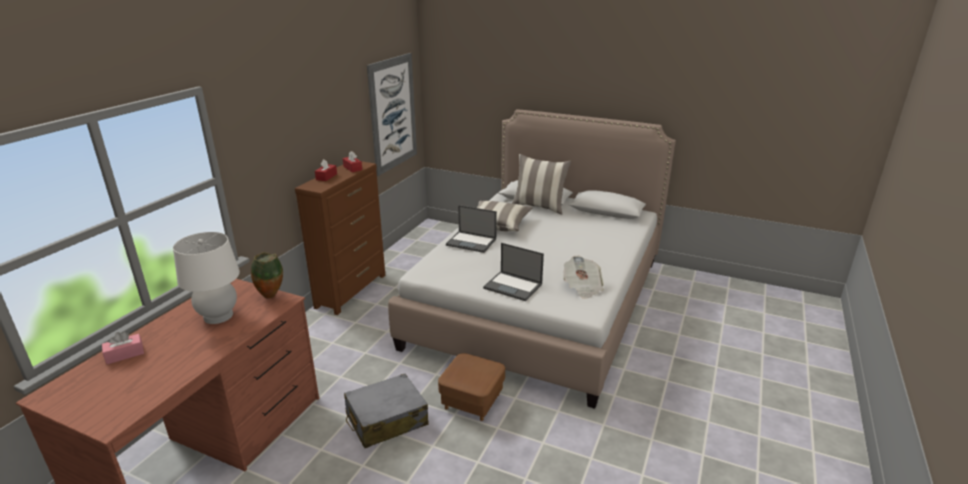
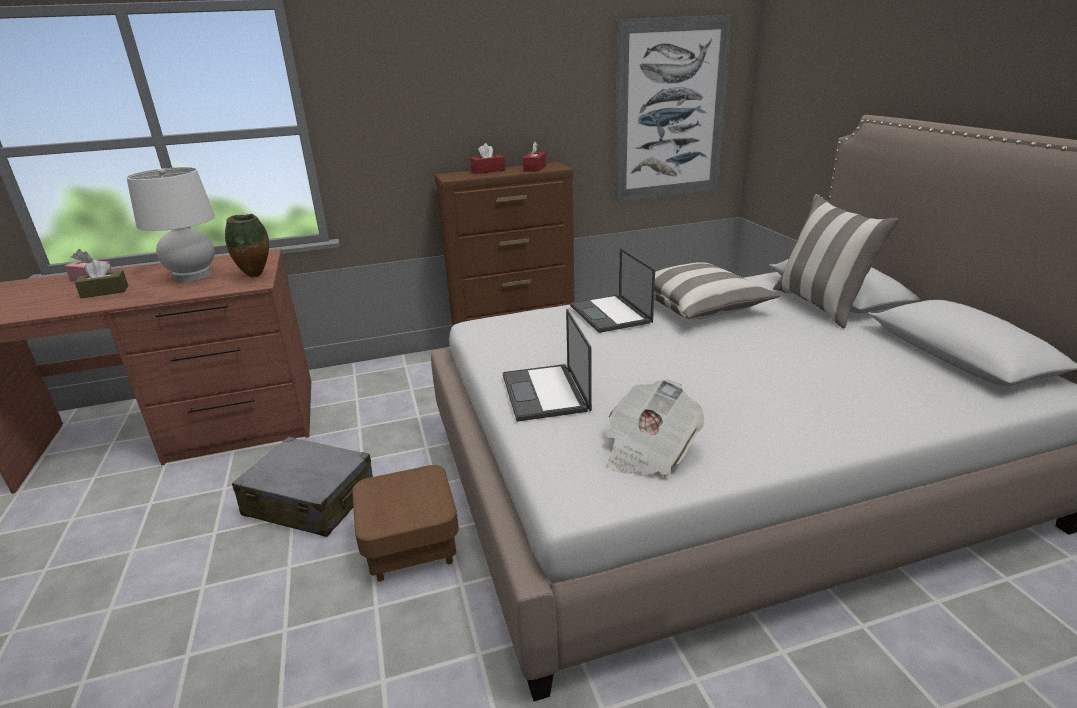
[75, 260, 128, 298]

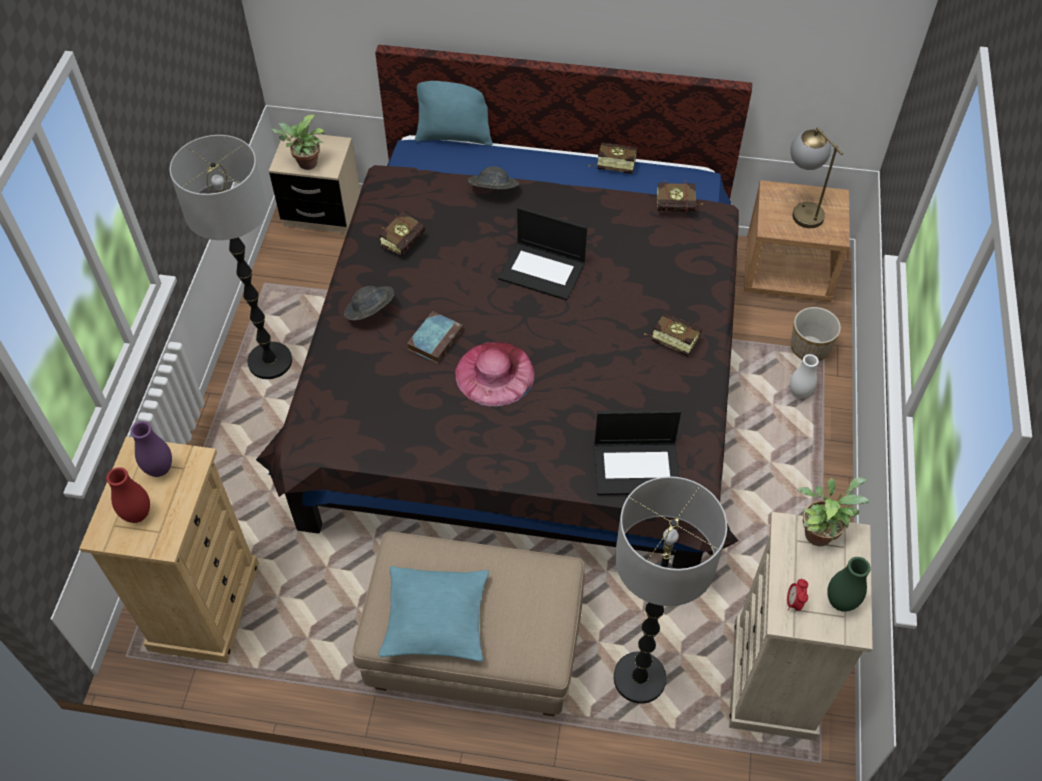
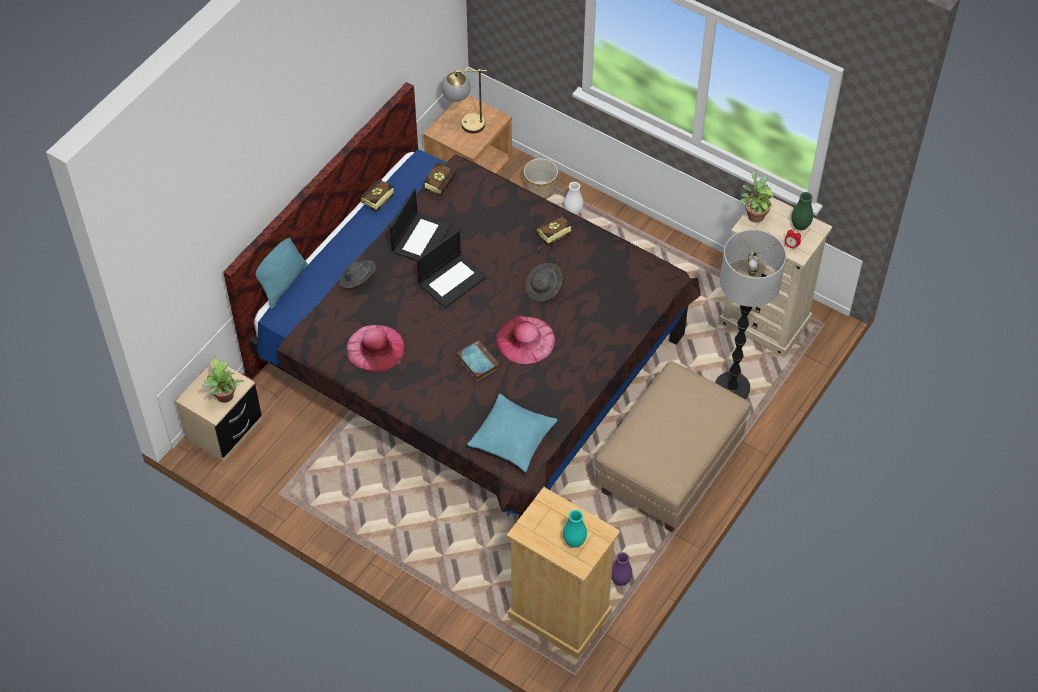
[563, 510, 587, 548]
[611, 552, 632, 586]
[170, 135, 292, 379] (first image)
[526, 263, 563, 302]
[467, 394, 558, 472]
[346, 325, 405, 373]
[390, 189, 451, 261]

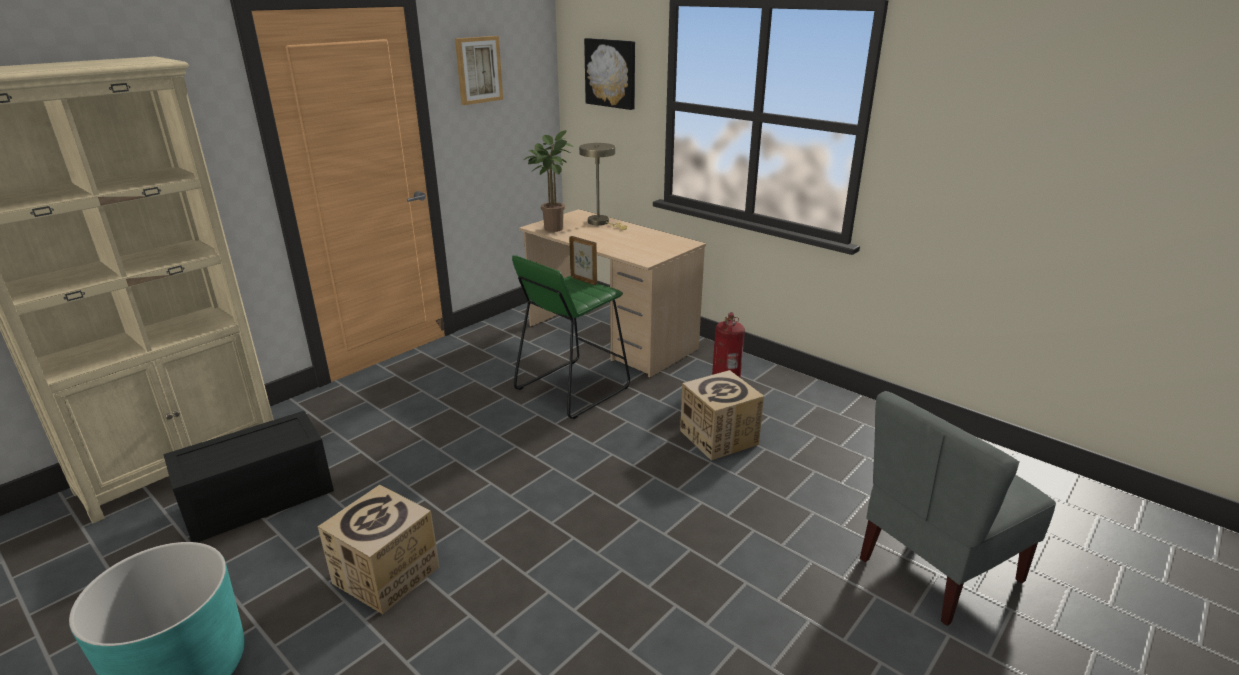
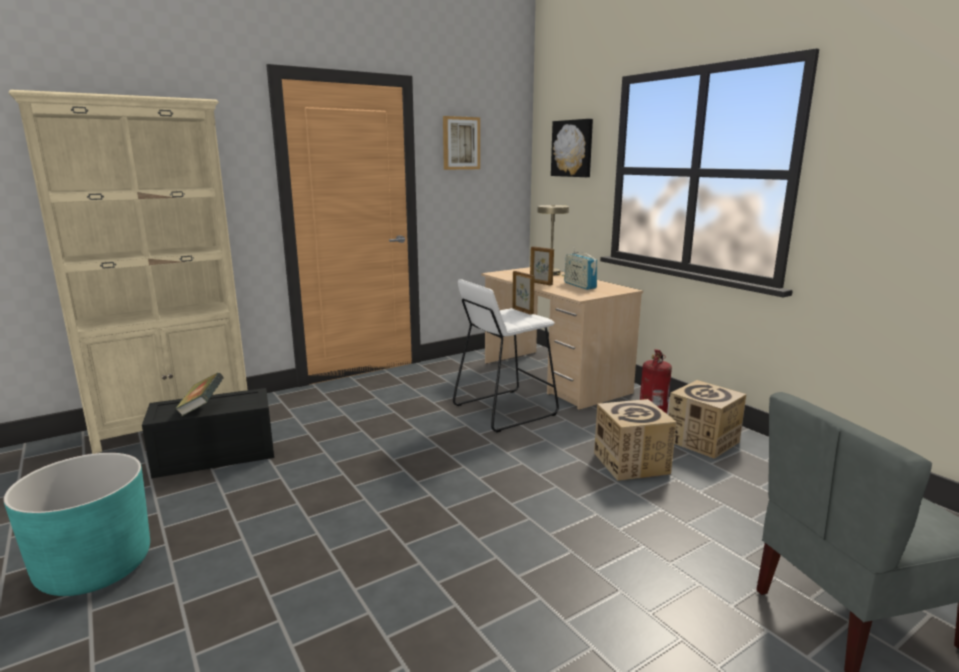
[668, 380, 747, 459]
[453, 279, 559, 433]
[524, 130, 573, 232] (first image)
[174, 373, 224, 416]
[530, 246, 554, 286]
[564, 248, 597, 290]

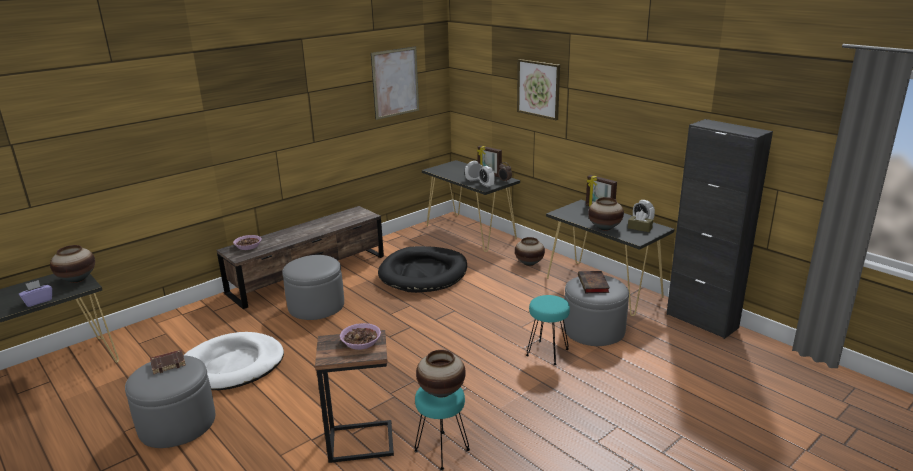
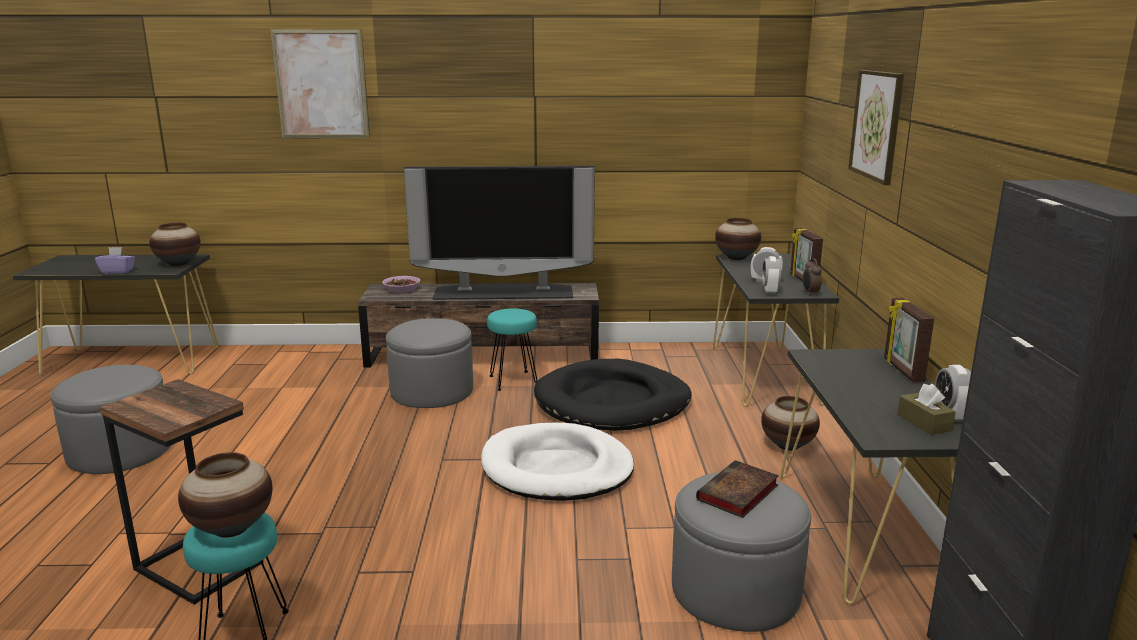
[150, 350, 186, 374] (first image)
[481, 422, 634, 501]
[340, 323, 381, 350] (first image)
[270, 29, 370, 138]
[487, 308, 538, 391]
[715, 218, 761, 260]
[404, 166, 595, 300]

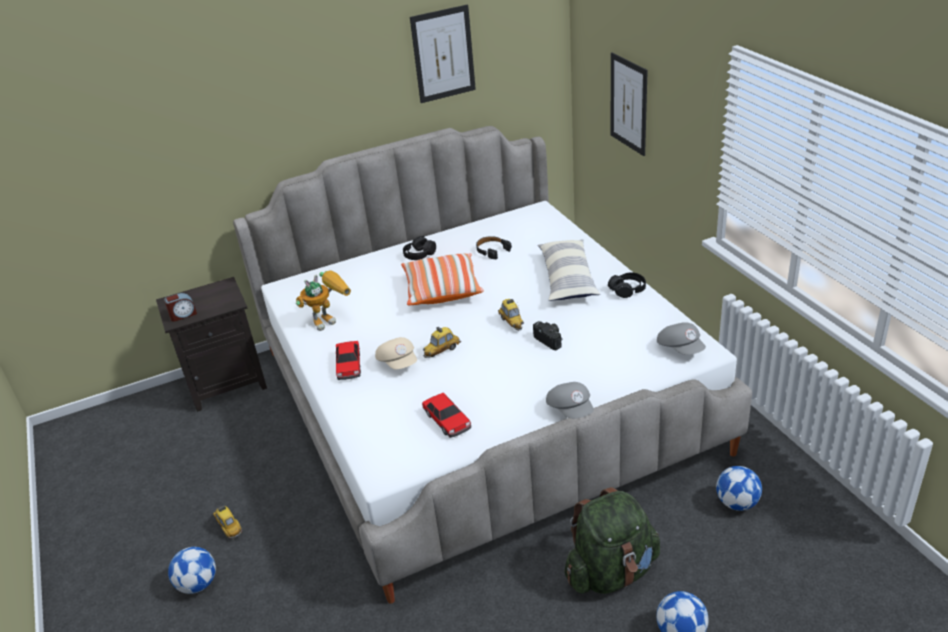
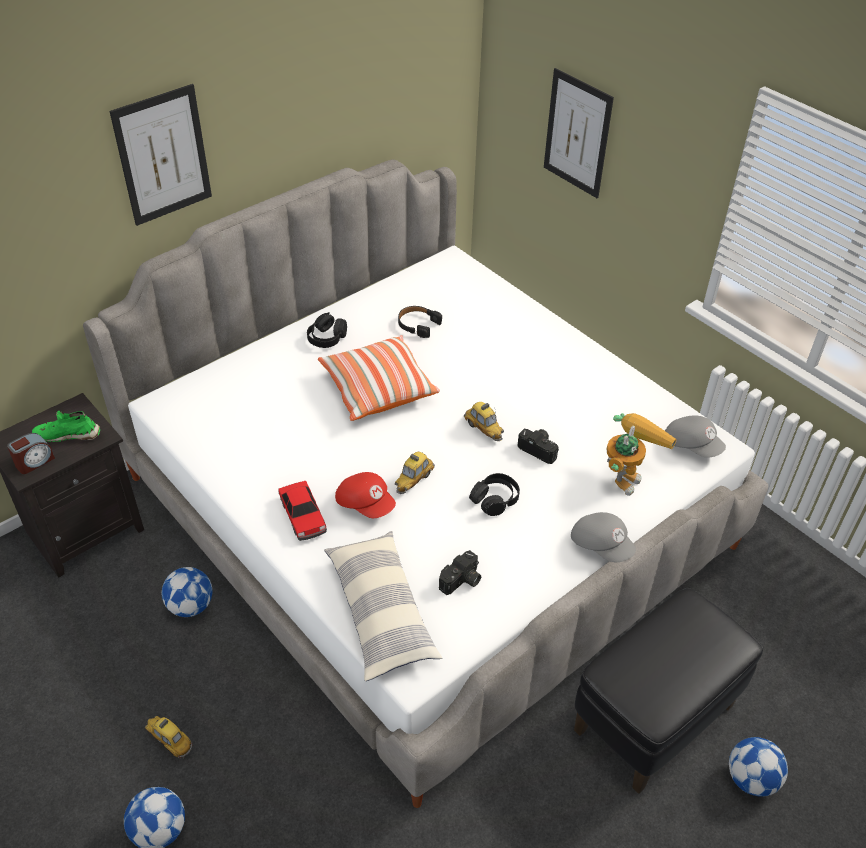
[607, 413, 677, 496]
[335, 472, 396, 518]
[110, 84, 212, 226]
[439, 550, 481, 595]
[324, 531, 443, 681]
[574, 588, 763, 794]
[469, 473, 520, 516]
[162, 567, 213, 617]
[32, 411, 100, 442]

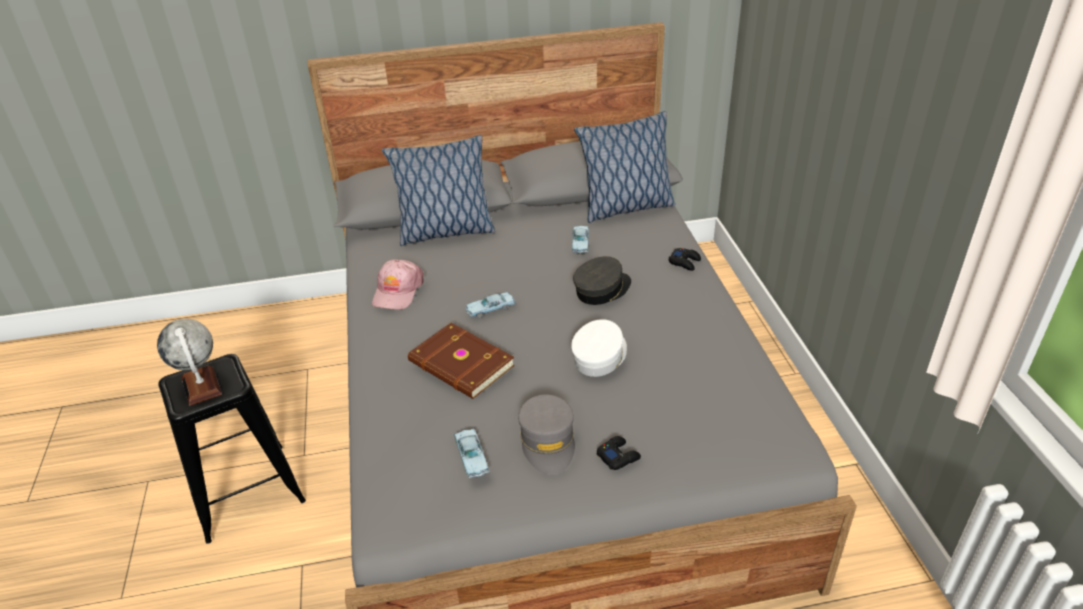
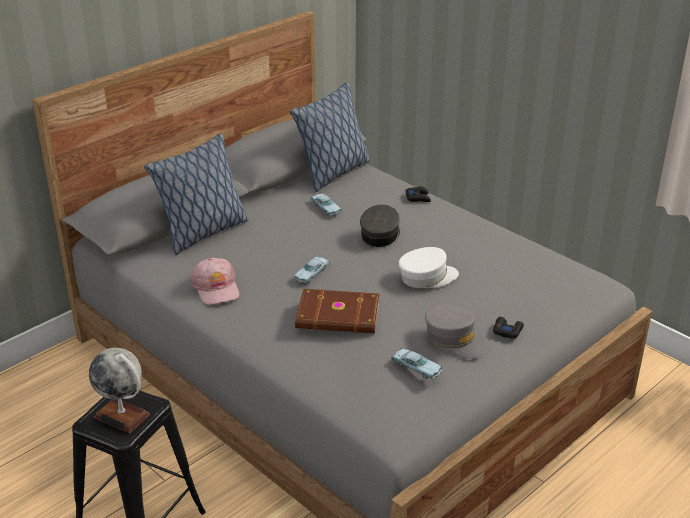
[399, 247, 459, 288]

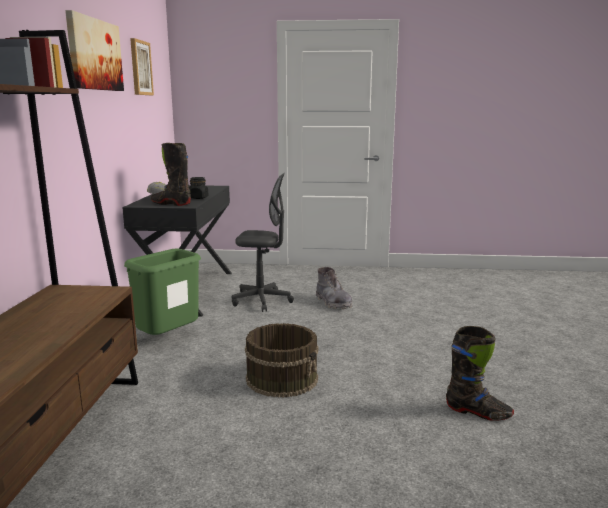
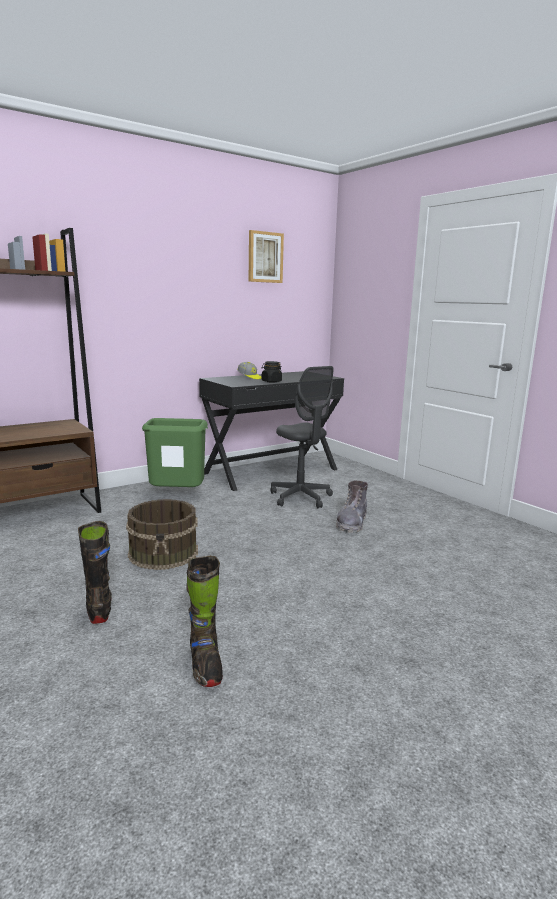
[65, 10, 124, 91] (first image)
[78, 521, 112, 624]

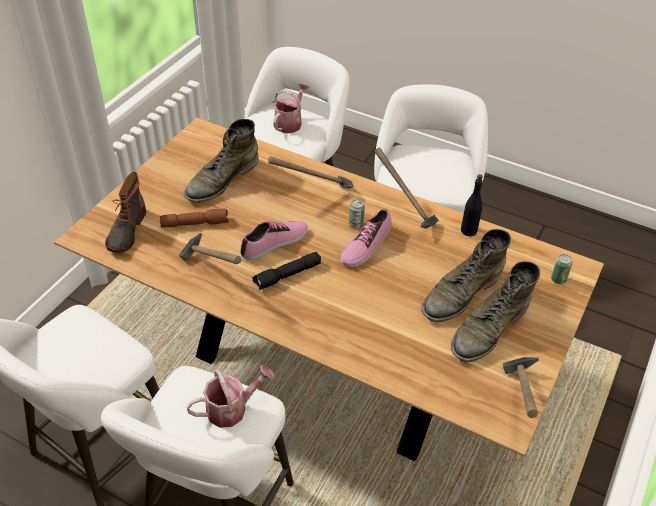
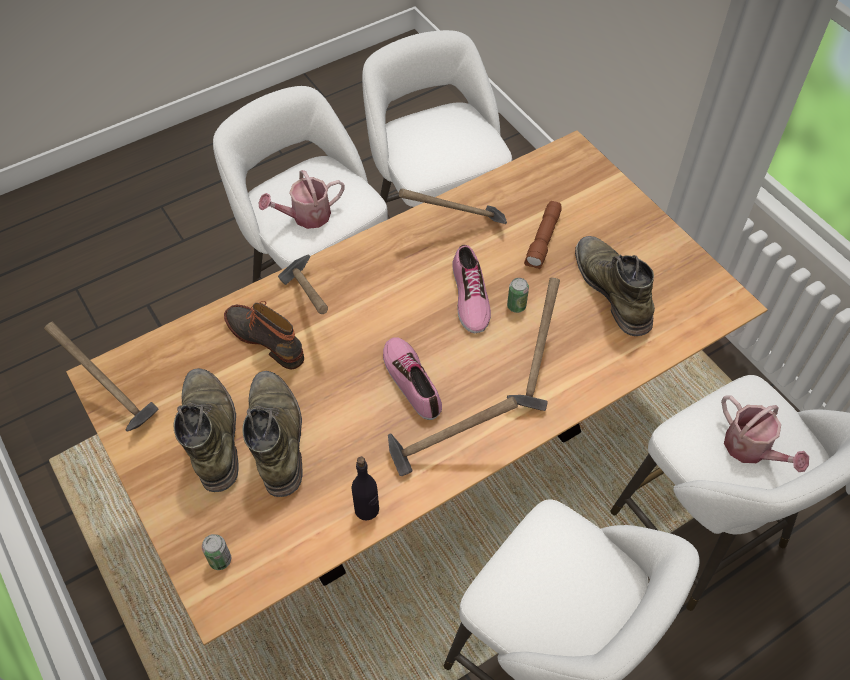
[224, 301, 304, 369]
[259, 170, 344, 229]
[253, 252, 321, 290] (first image)
[507, 278, 529, 313]
[278, 254, 328, 314]

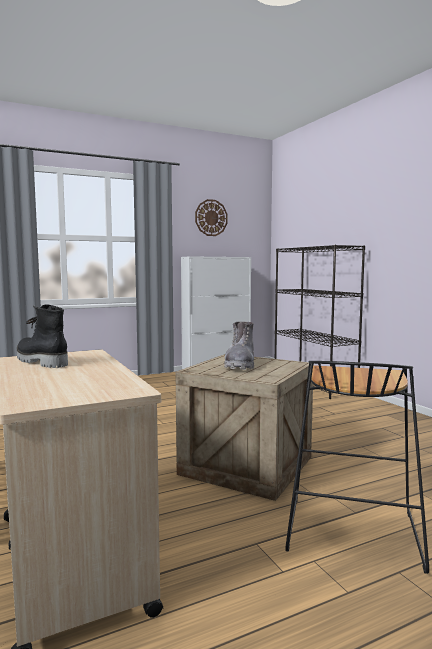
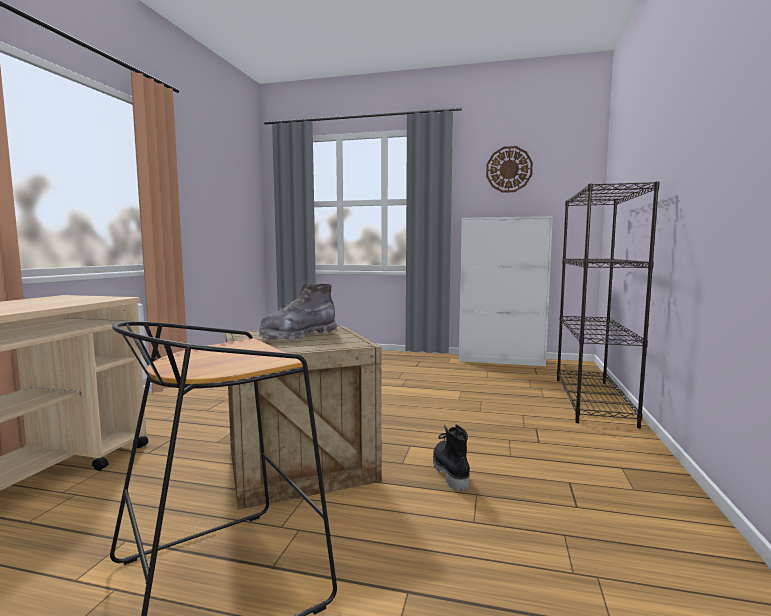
[433, 425, 470, 491]

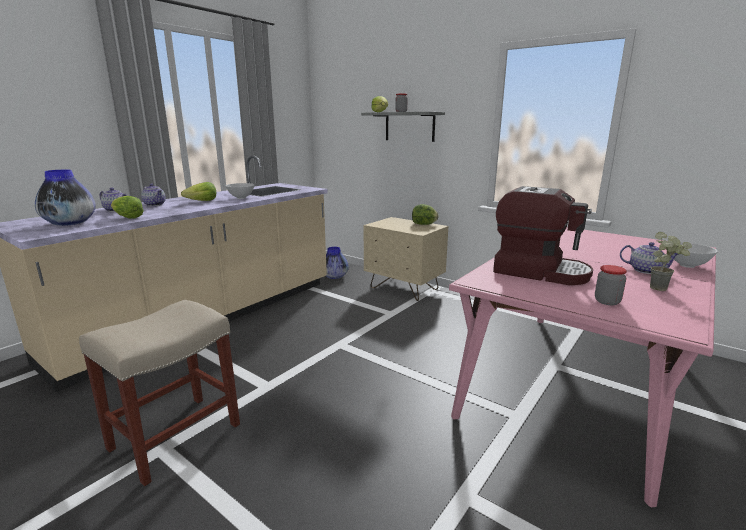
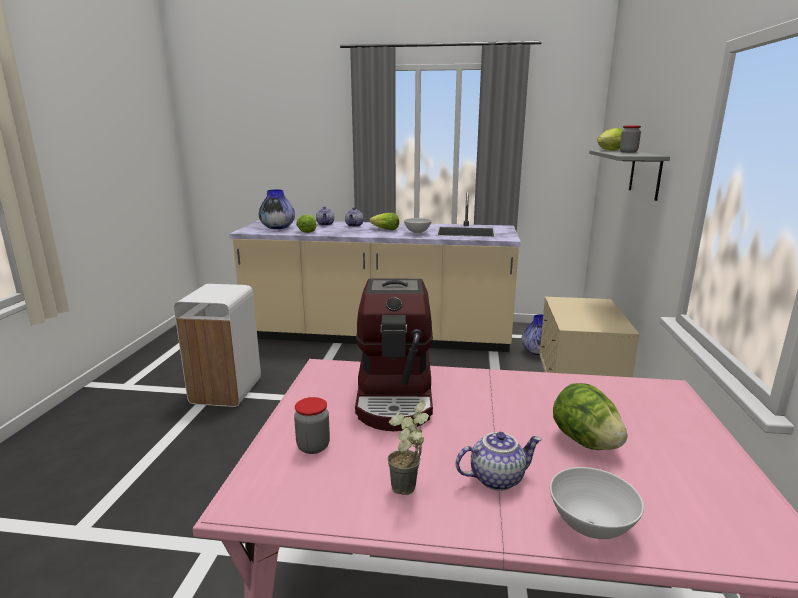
[174, 284, 261, 407]
[553, 383, 628, 450]
[456, 432, 542, 491]

